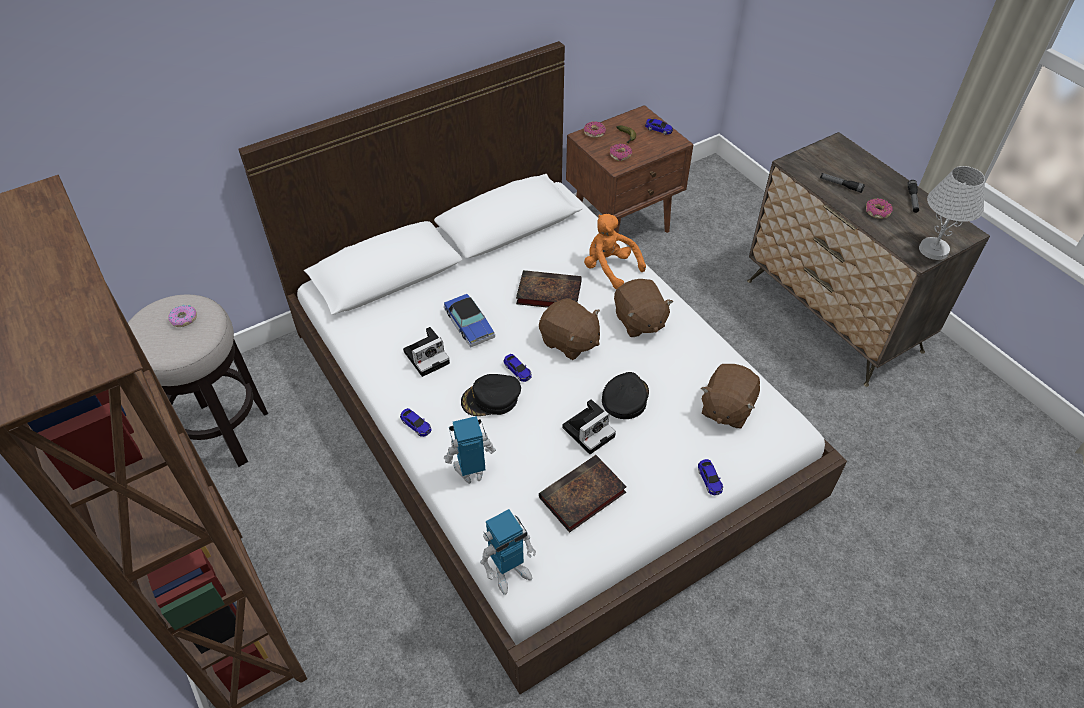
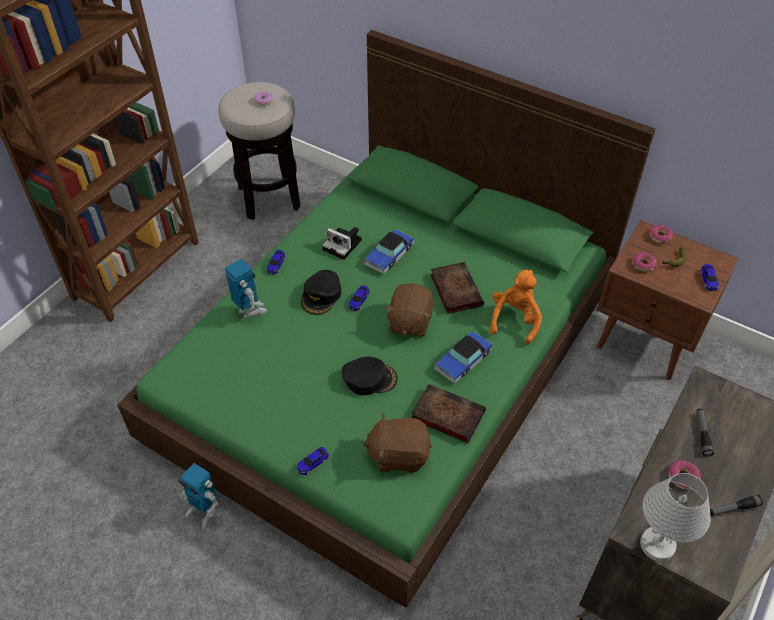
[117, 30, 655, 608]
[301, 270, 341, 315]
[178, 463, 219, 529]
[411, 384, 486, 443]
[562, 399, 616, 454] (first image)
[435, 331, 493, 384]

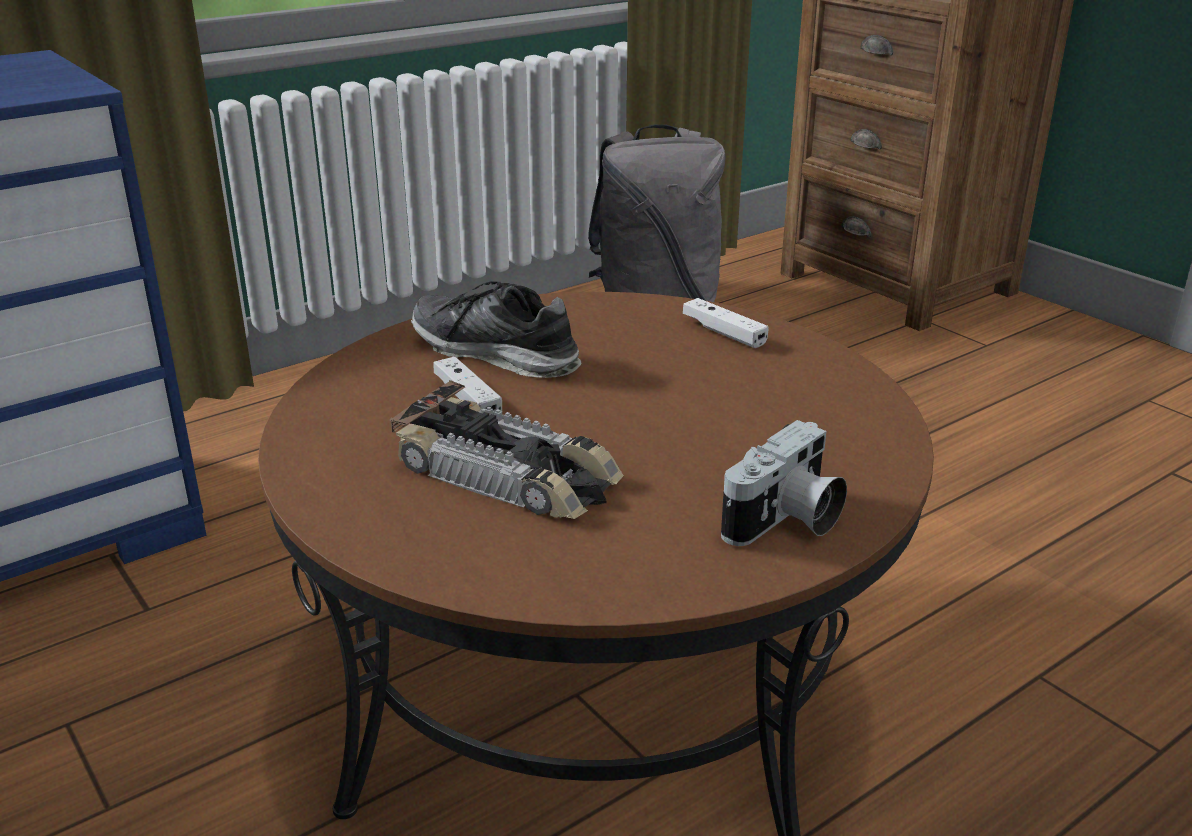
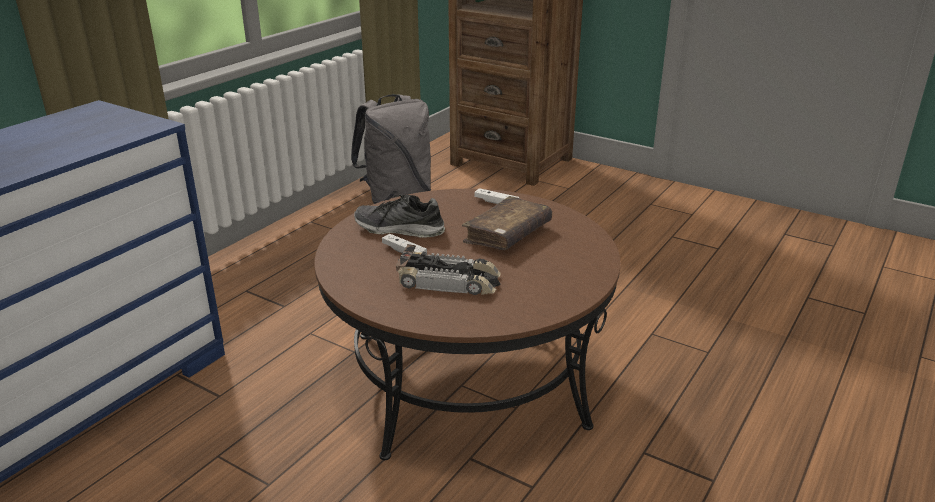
[721, 420, 847, 546] (first image)
[462, 196, 552, 250]

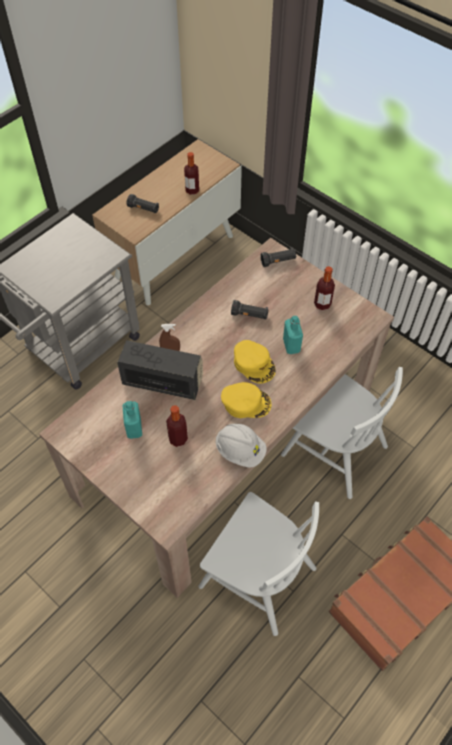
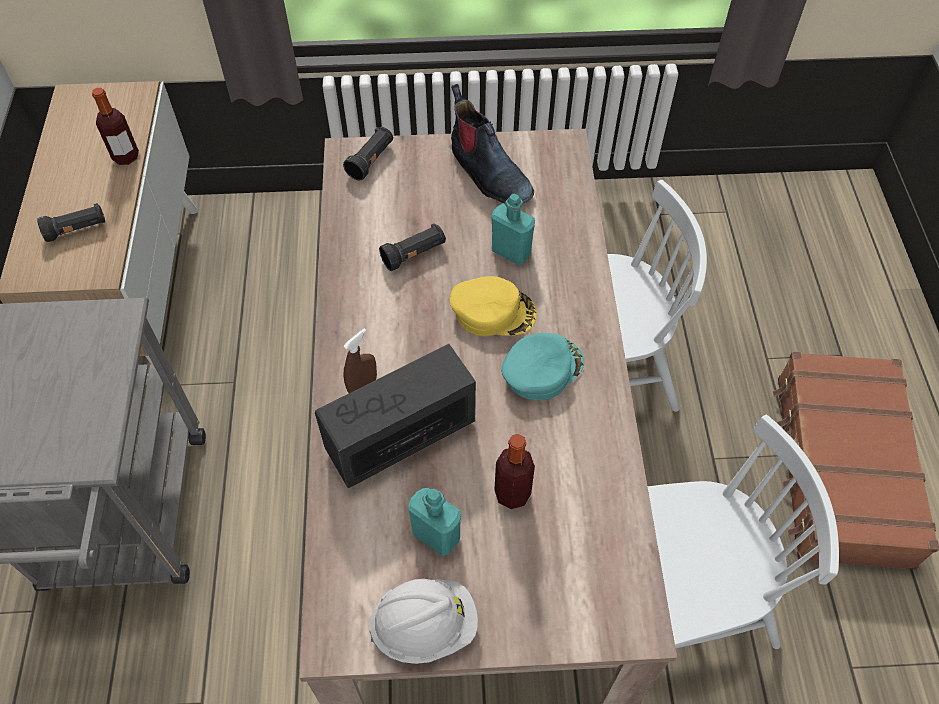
[369, 579, 478, 664]
[501, 333, 584, 401]
[451, 84, 534, 203]

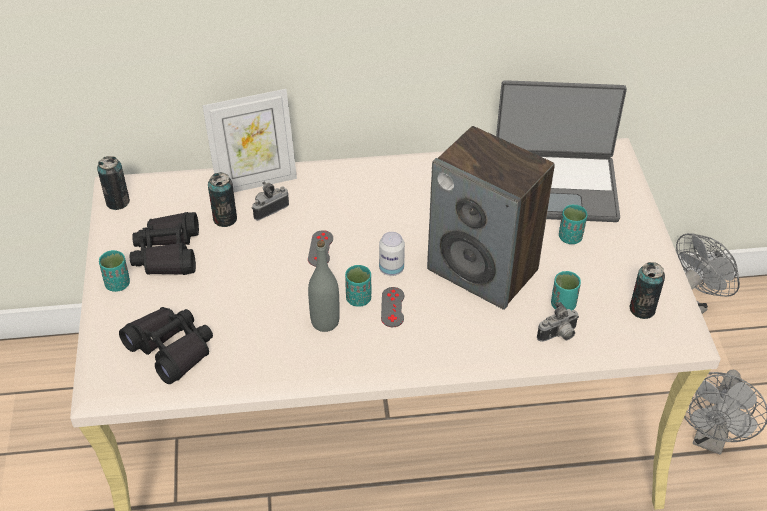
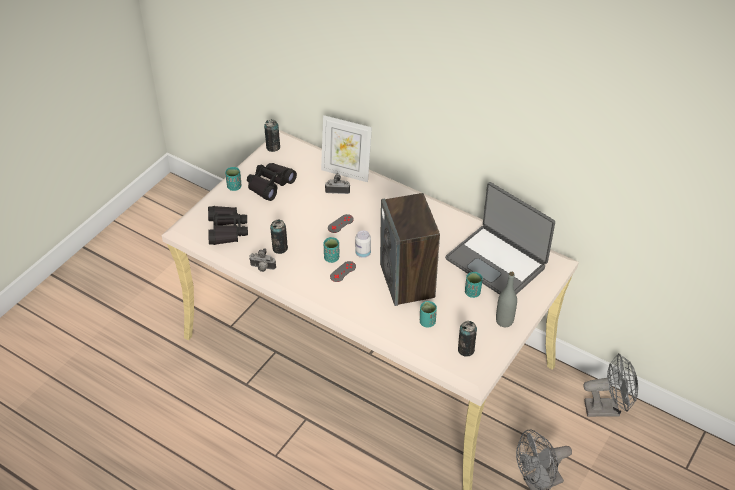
[270, 219, 288, 254]
[496, 272, 517, 327]
[249, 248, 276, 272]

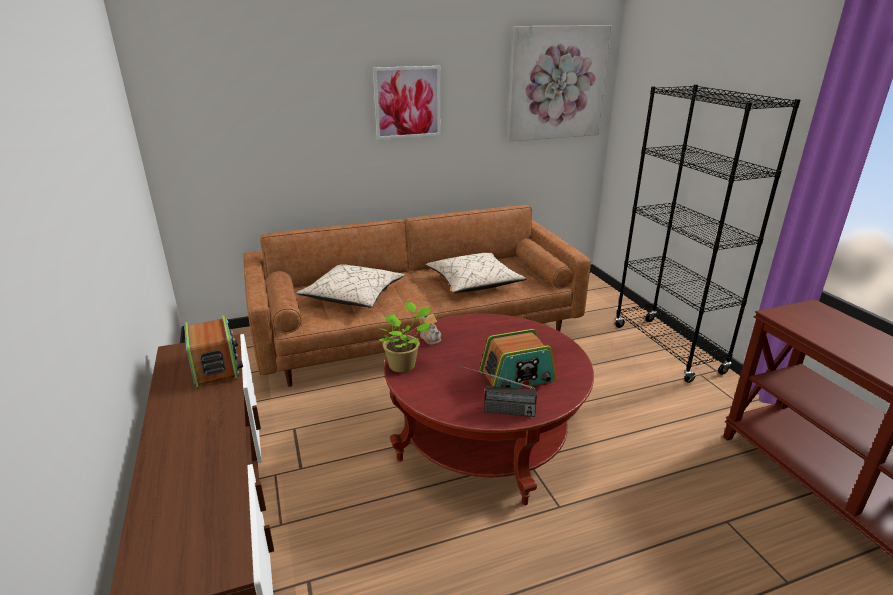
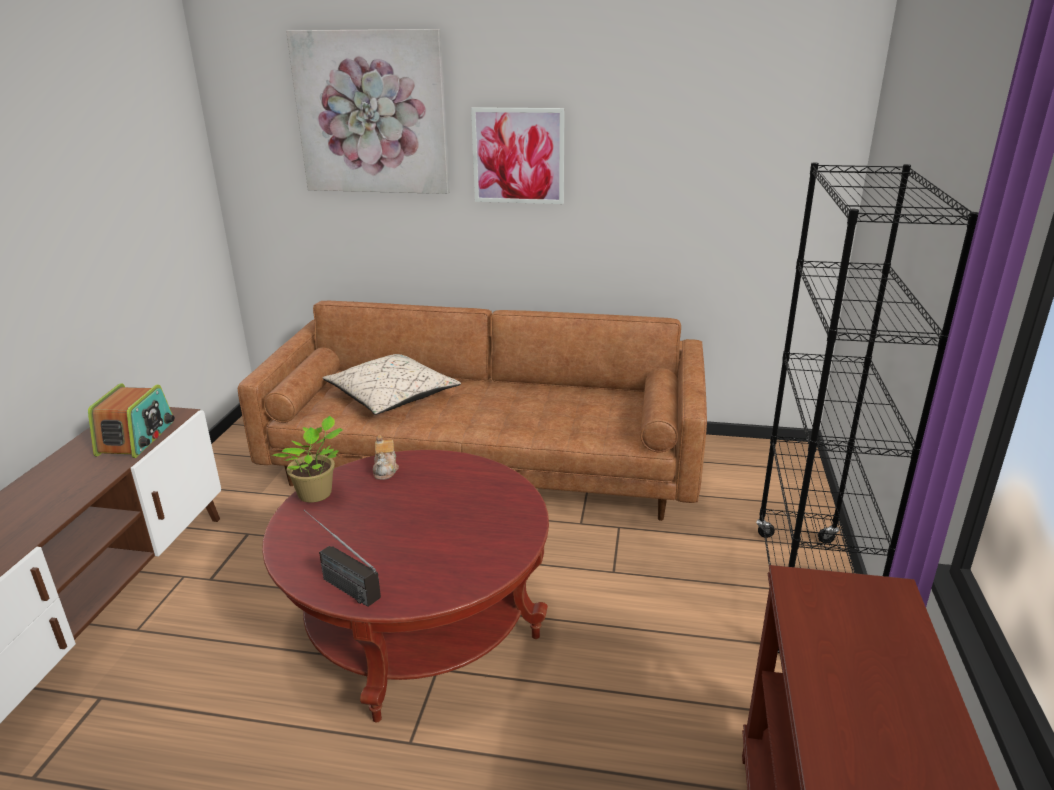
[426, 253, 527, 293] (first image)
[479, 329, 556, 388] (first image)
[286, 29, 450, 194]

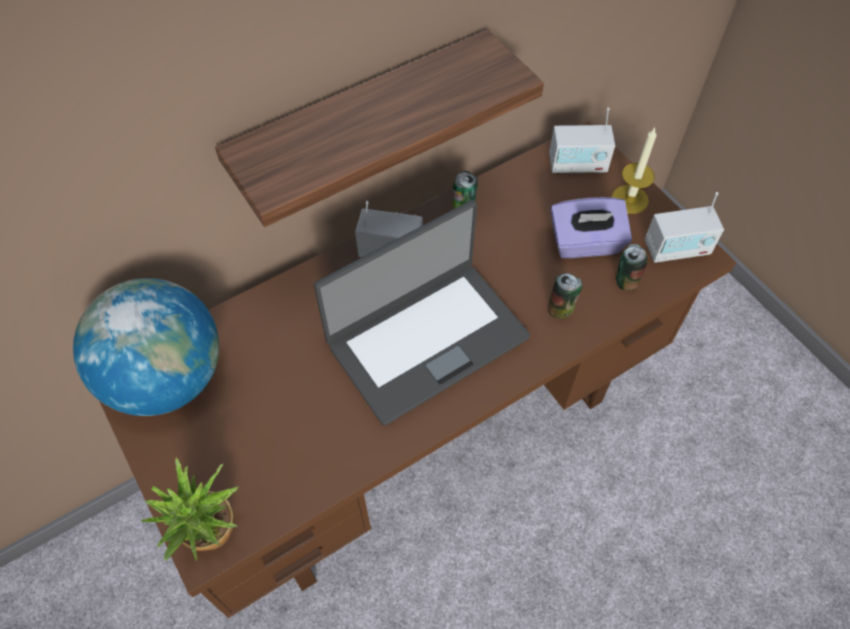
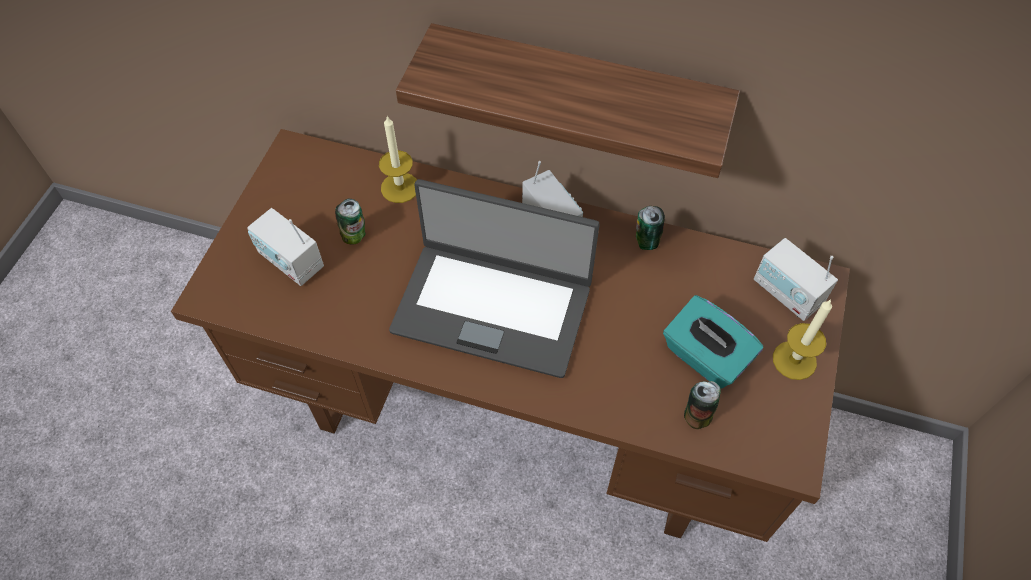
[73, 278, 219, 416] (first image)
[141, 458, 238, 561] (first image)
[335, 199, 365, 244]
[663, 295, 763, 389]
[247, 208, 324, 286]
[379, 116, 417, 203]

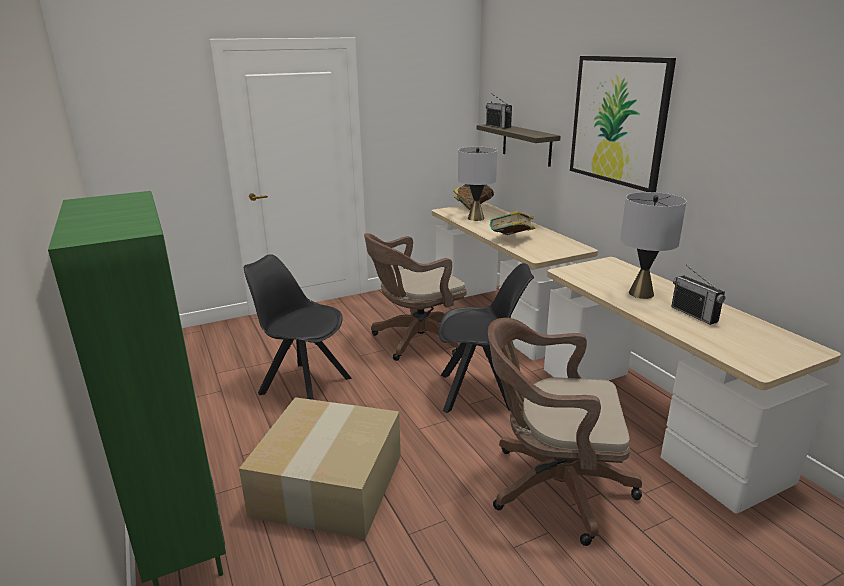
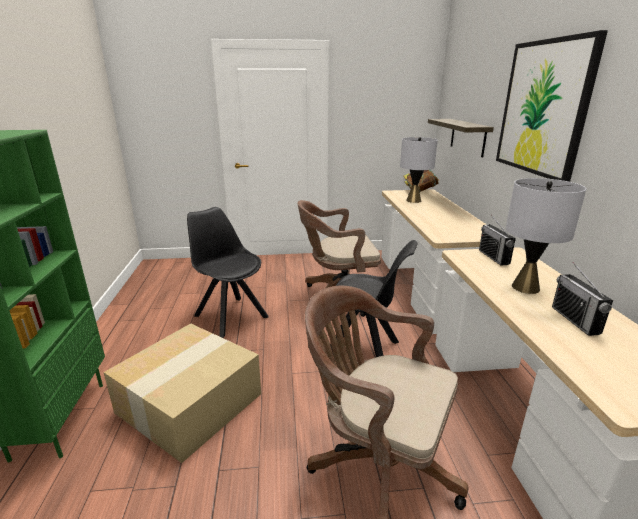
[479, 215, 516, 266]
[490, 211, 536, 235] (first image)

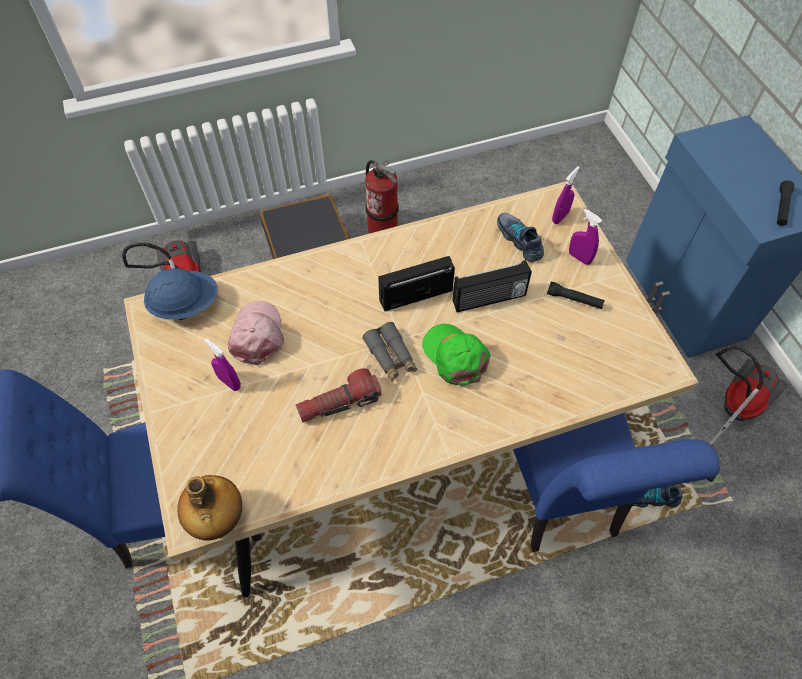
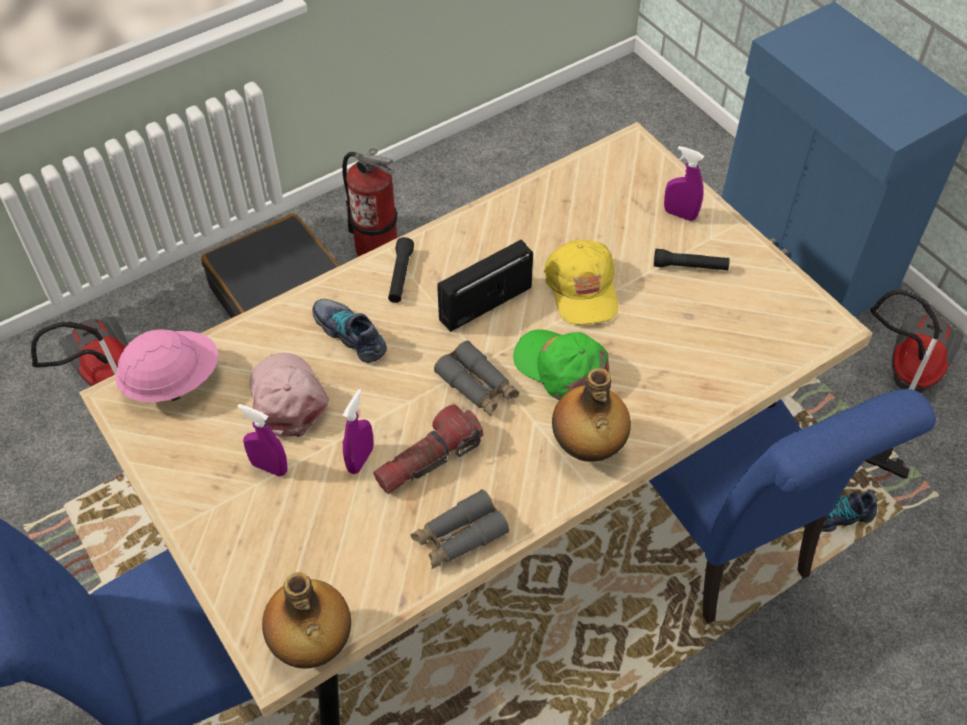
[115, 329, 218, 402]
[544, 240, 618, 325]
[312, 299, 387, 363]
[342, 389, 374, 474]
[388, 237, 414, 303]
[411, 489, 510, 569]
[552, 368, 631, 462]

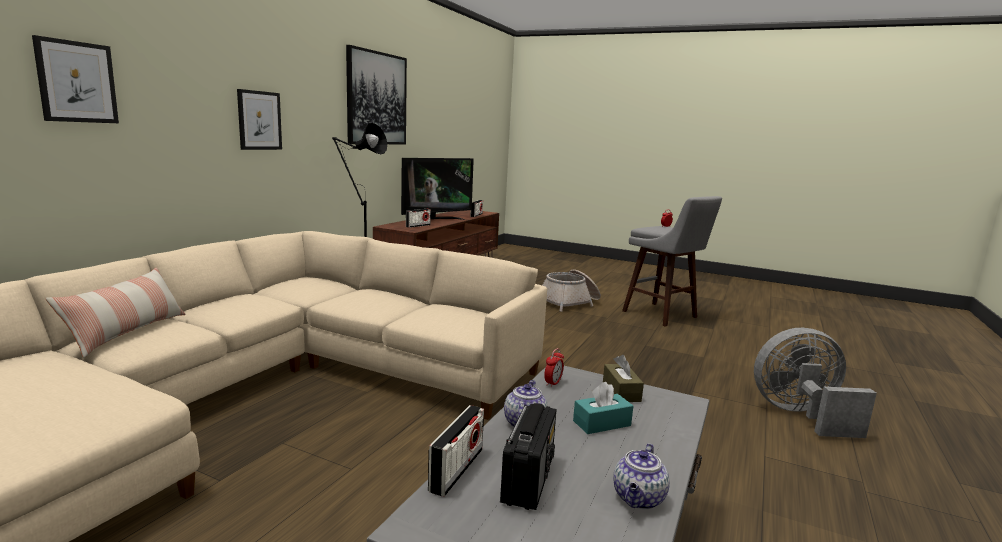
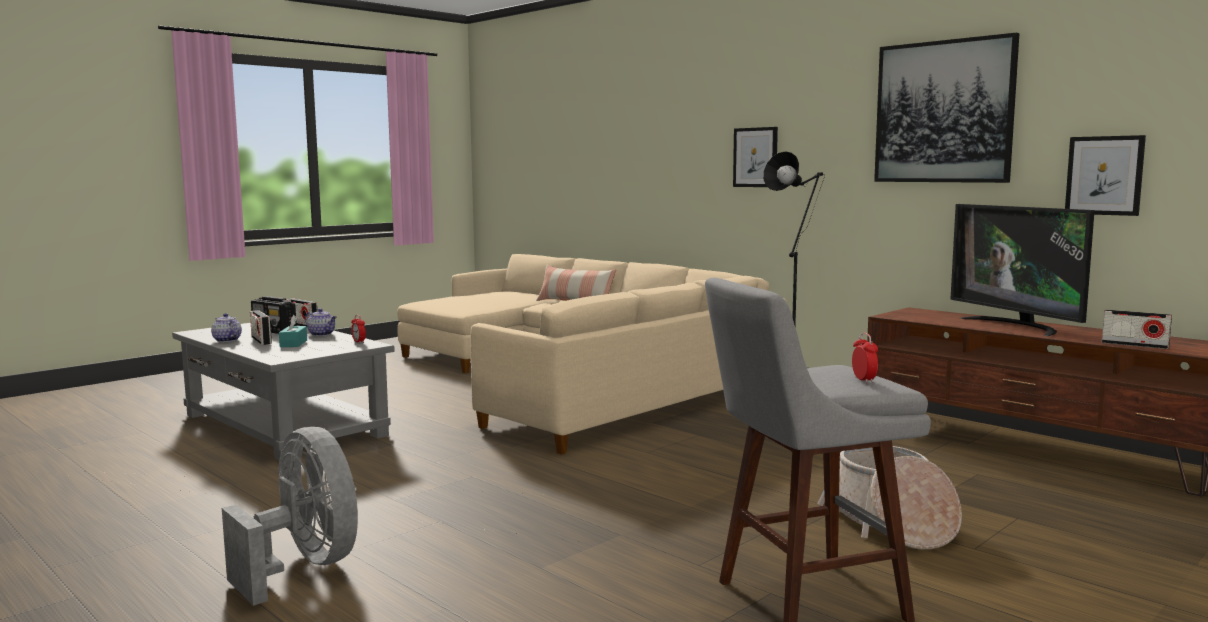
[1065, 135, 1146, 216]
[250, 310, 272, 345]
[603, 355, 644, 402] (first image)
[222, 427, 358, 606]

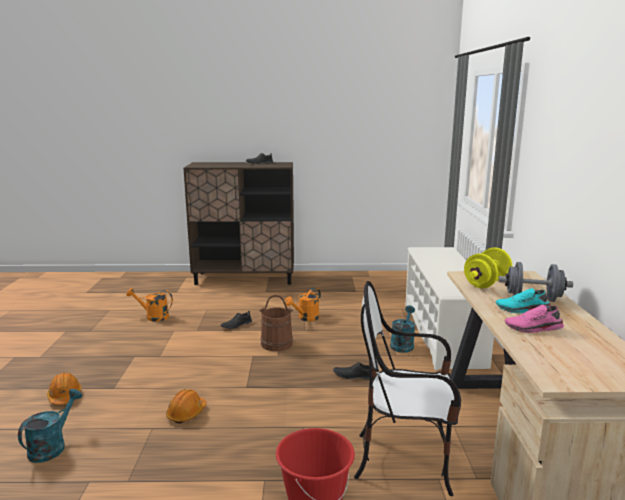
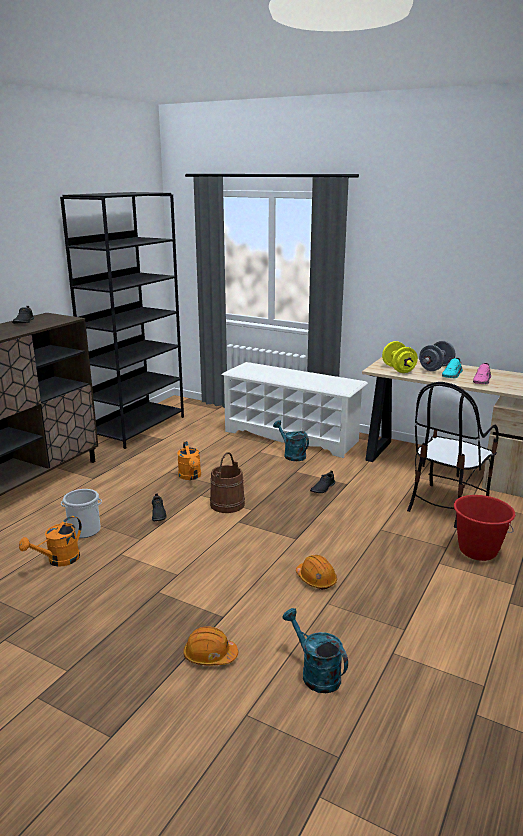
[60, 192, 184, 449]
[61, 489, 102, 538]

